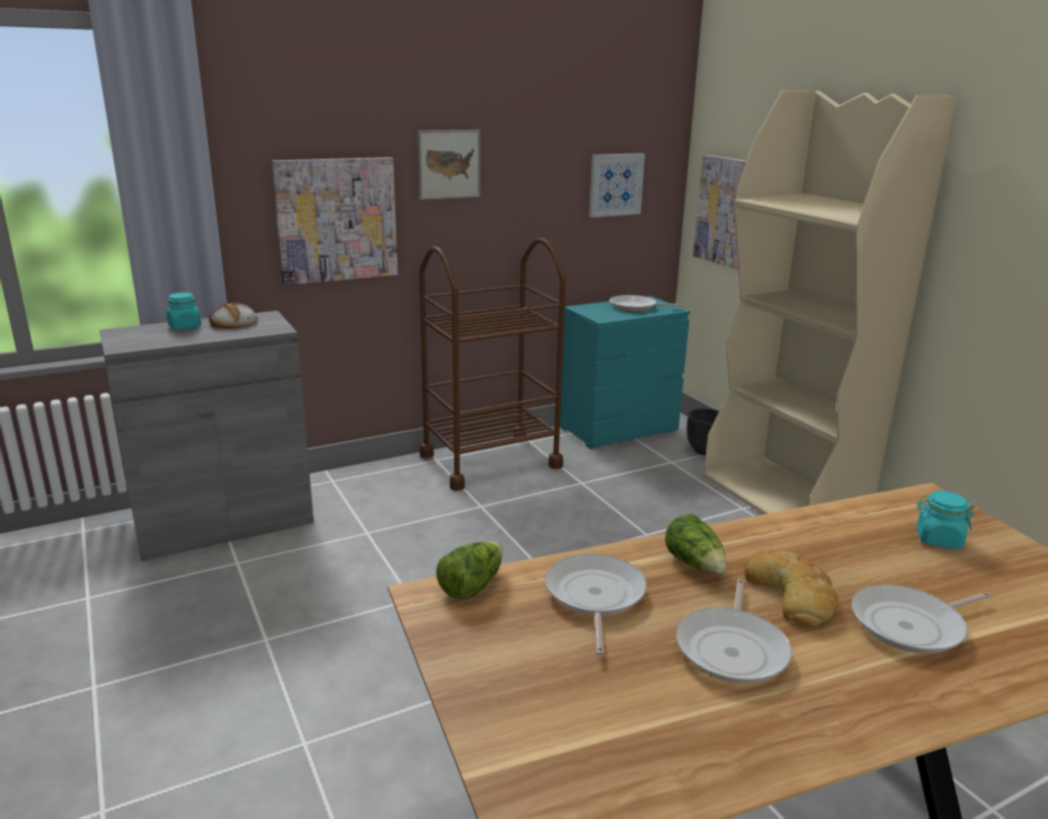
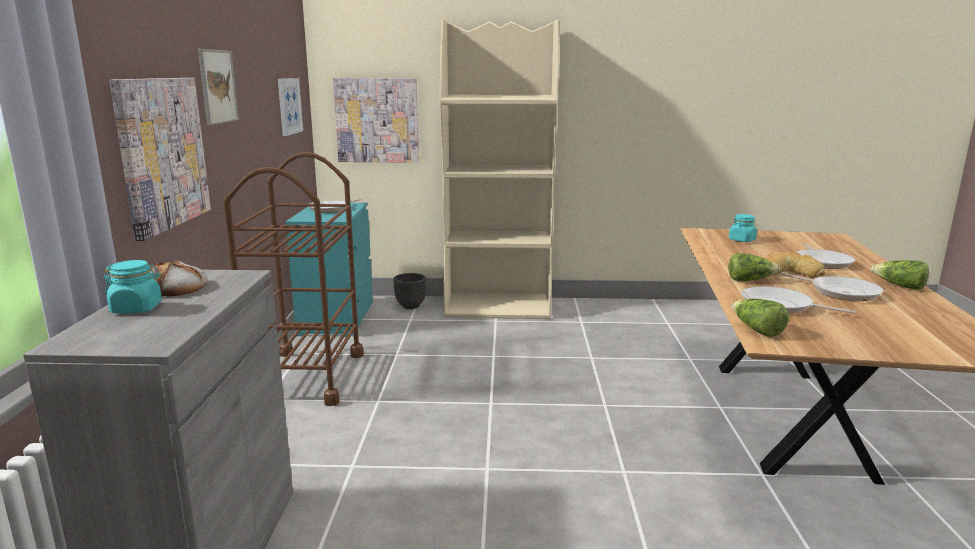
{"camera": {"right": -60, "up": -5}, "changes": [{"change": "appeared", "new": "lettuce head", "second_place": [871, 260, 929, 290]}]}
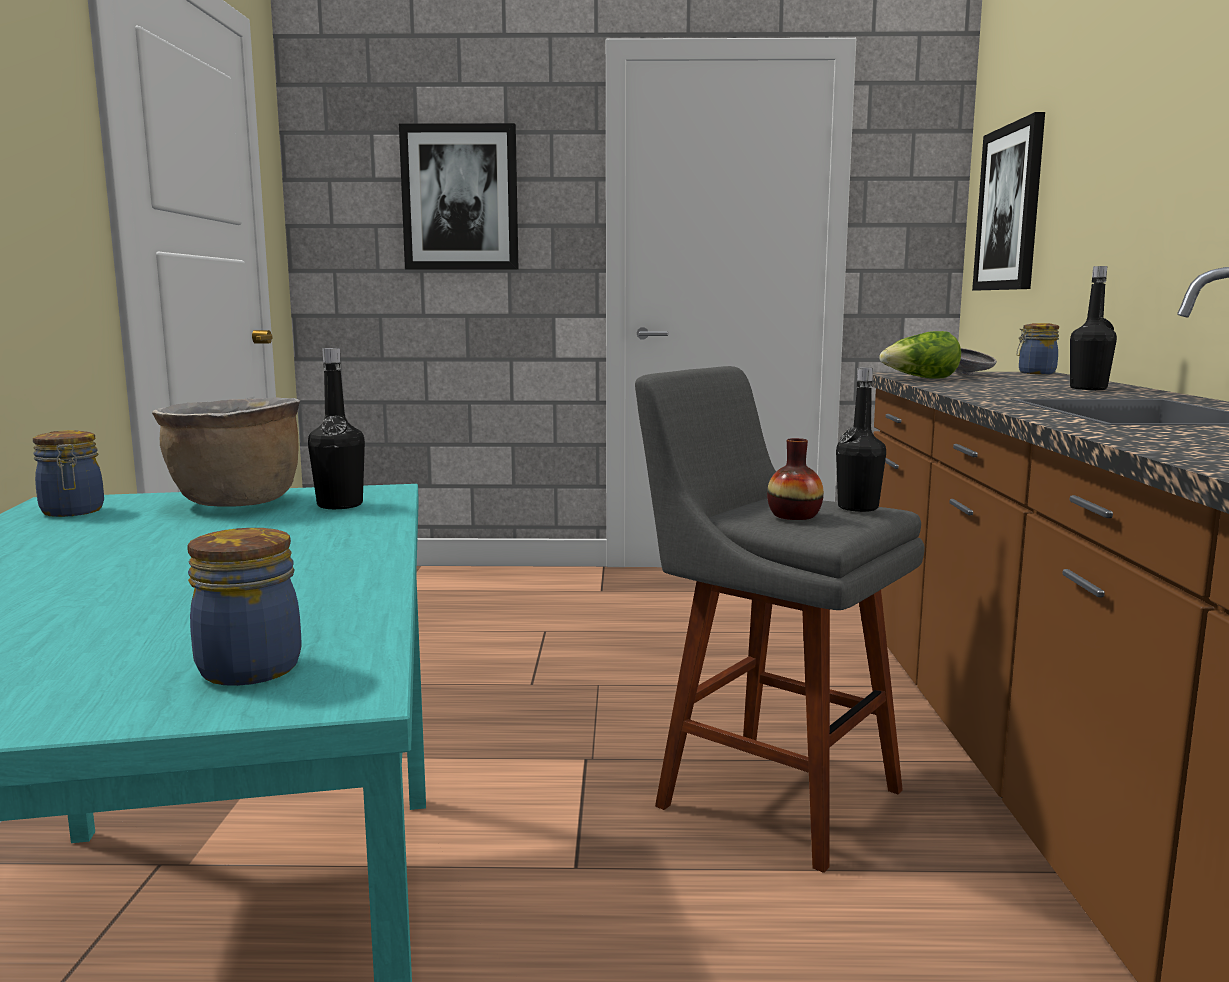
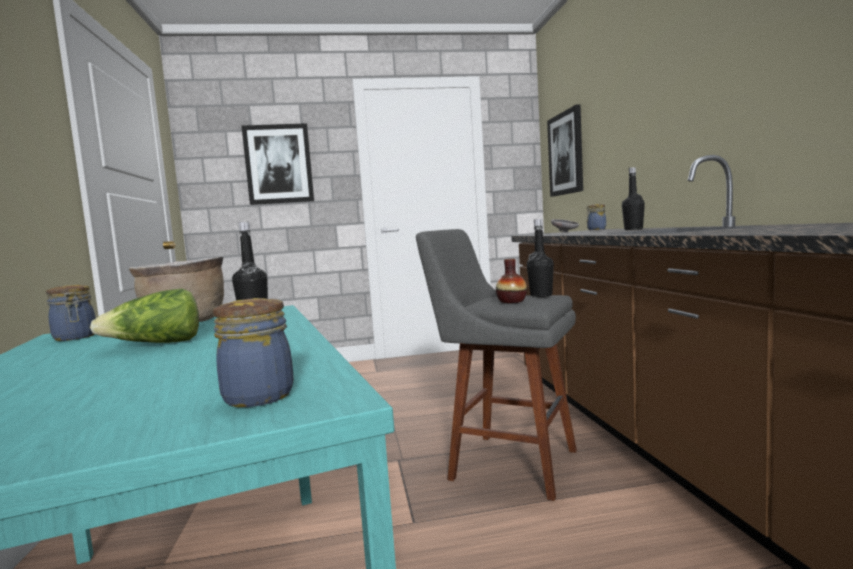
{"camera": {"right": -10, "up": -5}, "changes": [{"change": "relocated", "old": "lettuce head", "first_place": [879, 331, 961, 379], "second_place": [90, 288, 199, 343]}]}
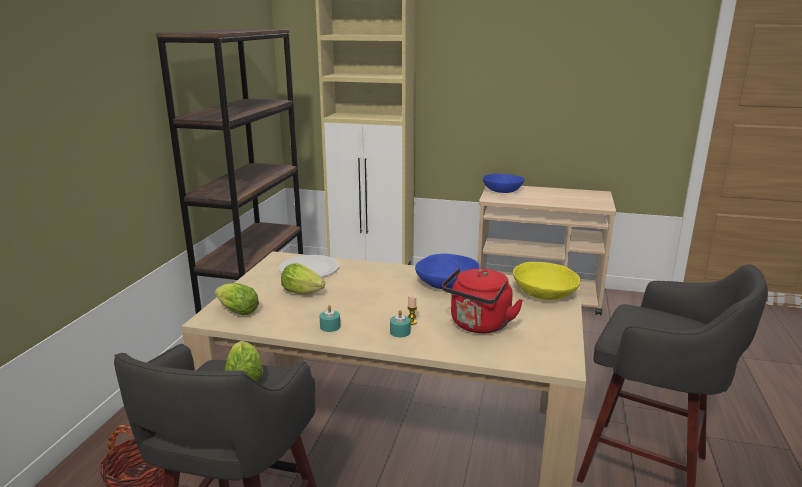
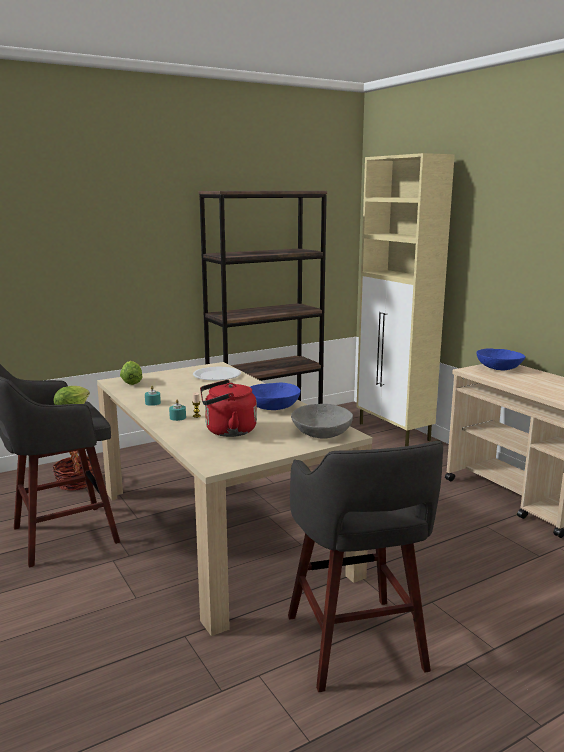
{"camera": {"right": 45, "up": -5}, "changes": [{"change": "missing", "old": "lettuce head", "first_place": [281, 263, 325, 294]}, {"change": "colour", "old": "bowl/yellow-coloured", "new": "bowl/grey", "first_place": [513, 262, 580, 300], "second_place": [291, 404, 353, 439]}]}
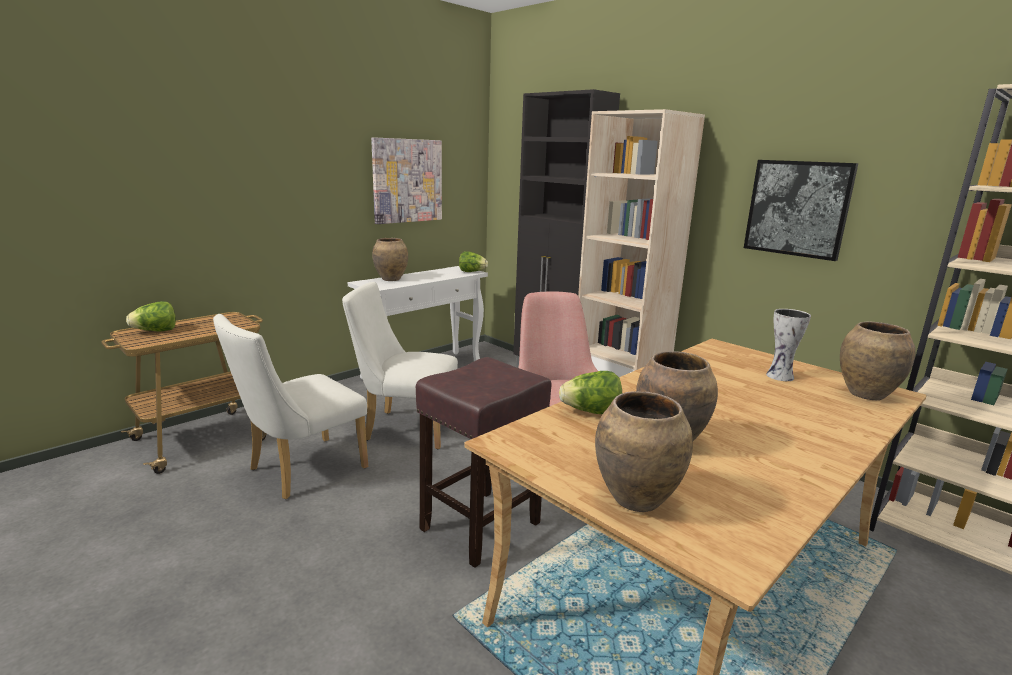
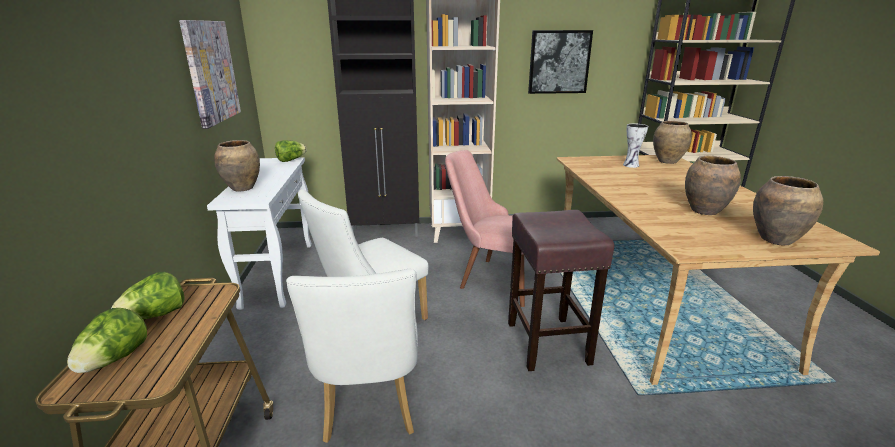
{"camera": {"right": -50, "up": 5}, "changes": [{"change": "relocated", "old": "lettuce head", "first_place": [559, 371, 622, 414], "second_place": [111, 272, 185, 320]}]}
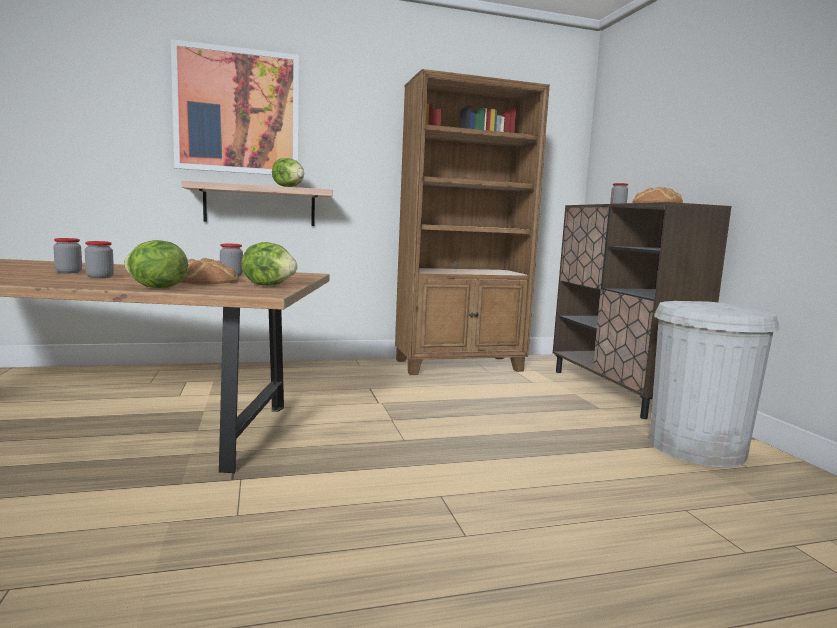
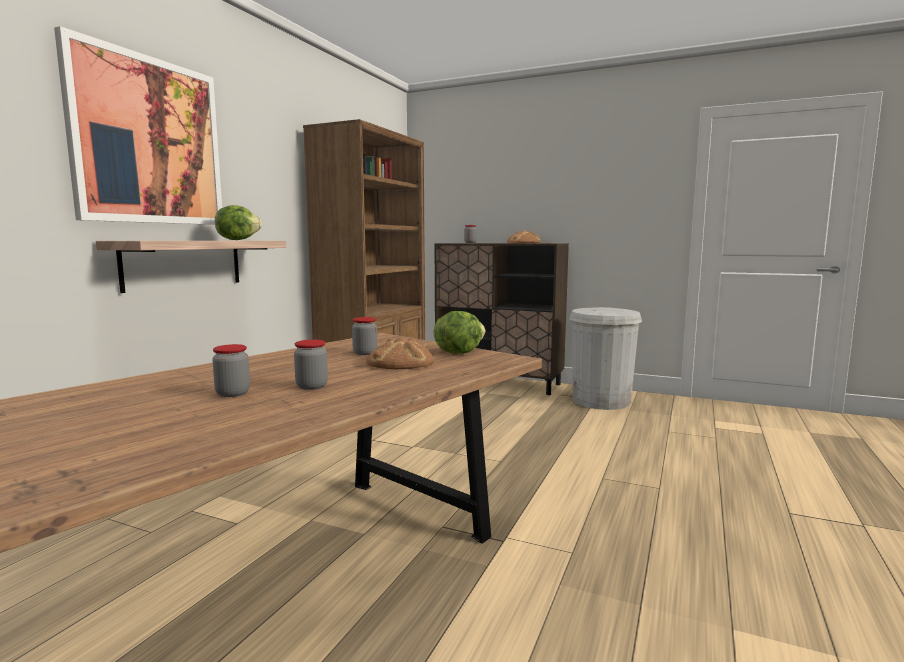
{"camera": {"right": -50, "up": 0}, "changes": [{"change": "missing", "old": "lettuce head", "first_place": [124, 240, 188, 288]}]}
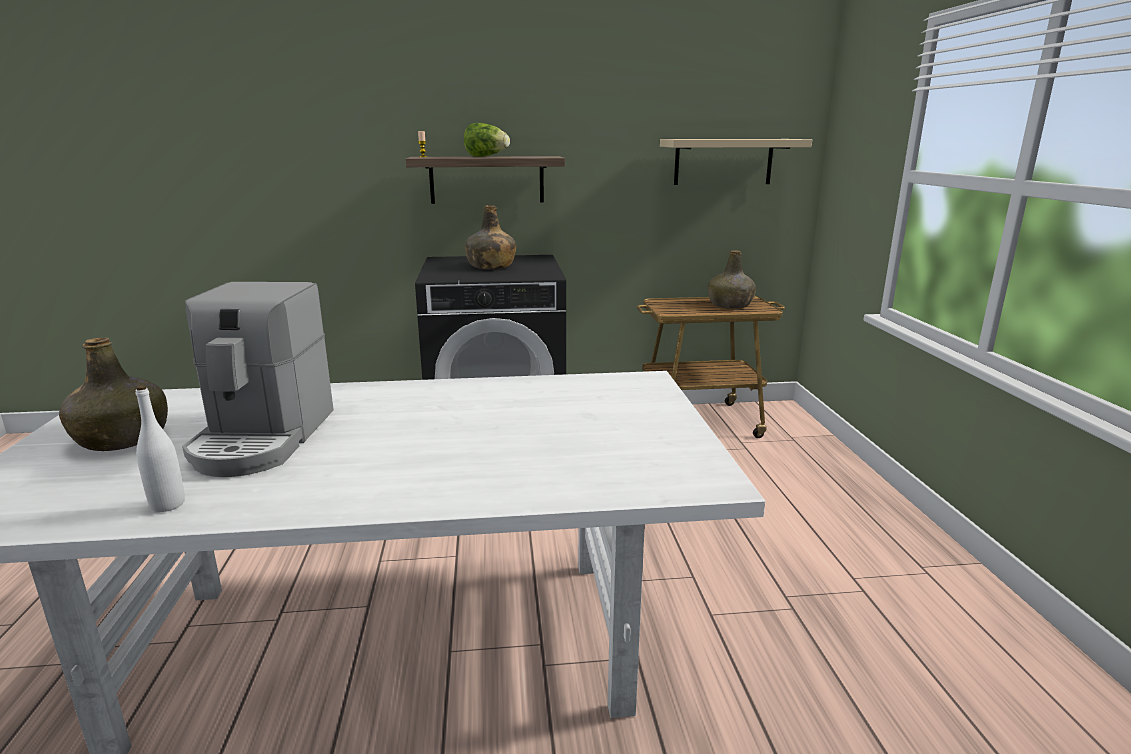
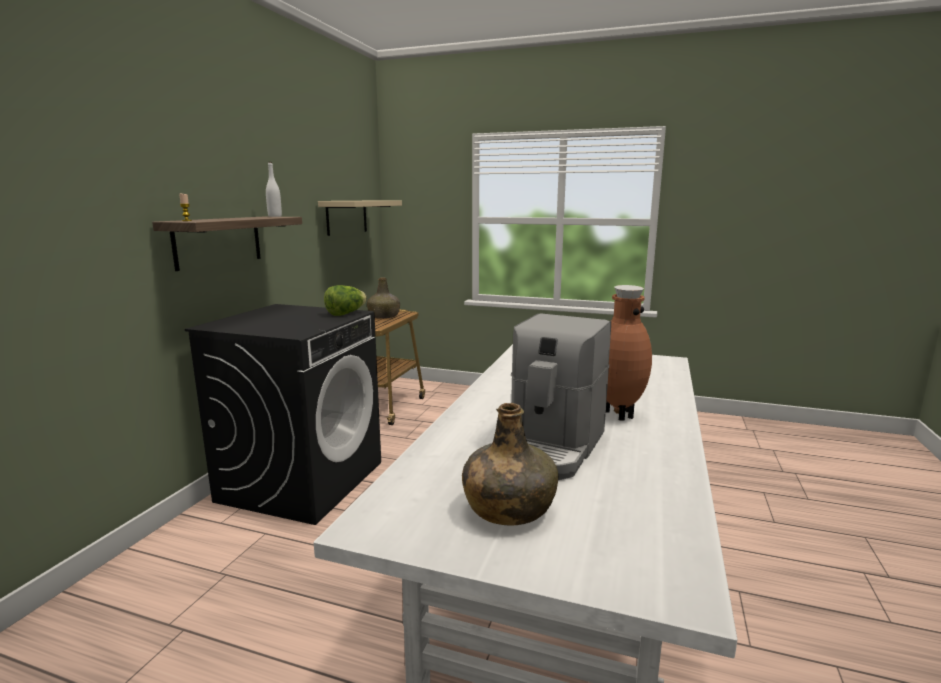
{"camera": {"right": -65, "up": -5}, "changes": [{"change": "missing", "old": "beverage bottle/green", "first_place": [465, 205, 516, 270]}, {"change": "appeared", "new": "vase/brownish", "second_place": [606, 285, 652, 421]}, {"change": "relocated", "old": "beverage bottle/whitish", "first_place": [135, 385, 185, 512], "second_place": [266, 162, 282, 217]}, {"change": "relocated", "old": "lettuce head", "first_place": [464, 123, 510, 157], "second_place": [324, 285, 367, 316]}, {"change": "spun", "old": "coffee brewer", "first_place": [182, 282, 334, 477], "second_place": [511, 313, 611, 480], "degrees": 90}]}
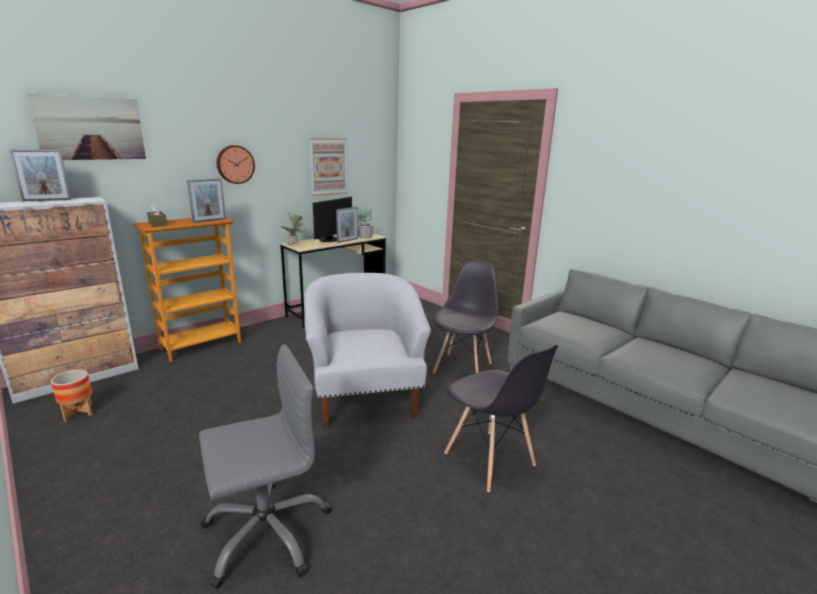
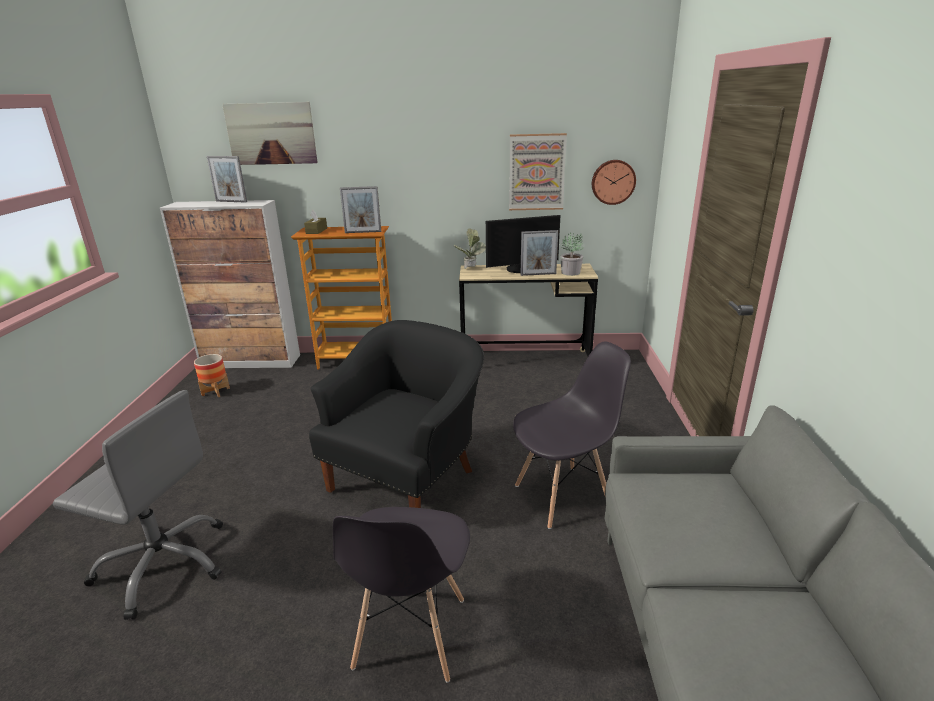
{"camera": {"right": 45, "up": 5}, "changes": [{"change": "relocated", "old": "hanging clock", "first_place": [217, 145, 255, 184], "second_place": [592, 160, 636, 205]}, {"change": "colour", "old": "easy chair/whitish", "new": "easy chair/blackish", "first_place": [304, 273, 431, 427], "second_place": [309, 320, 484, 508]}]}
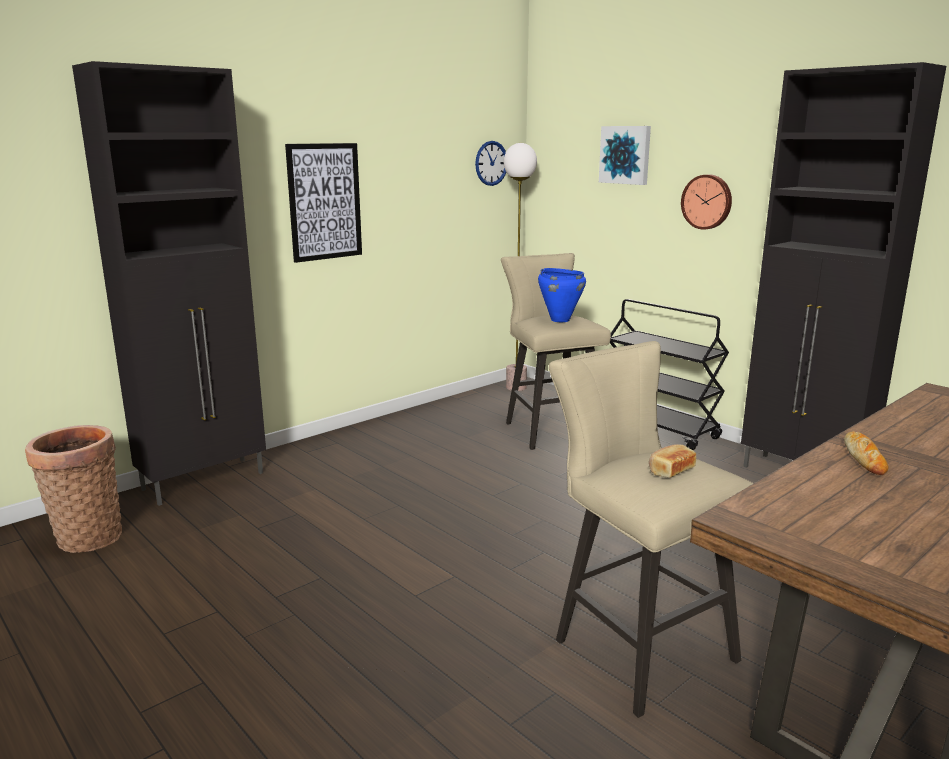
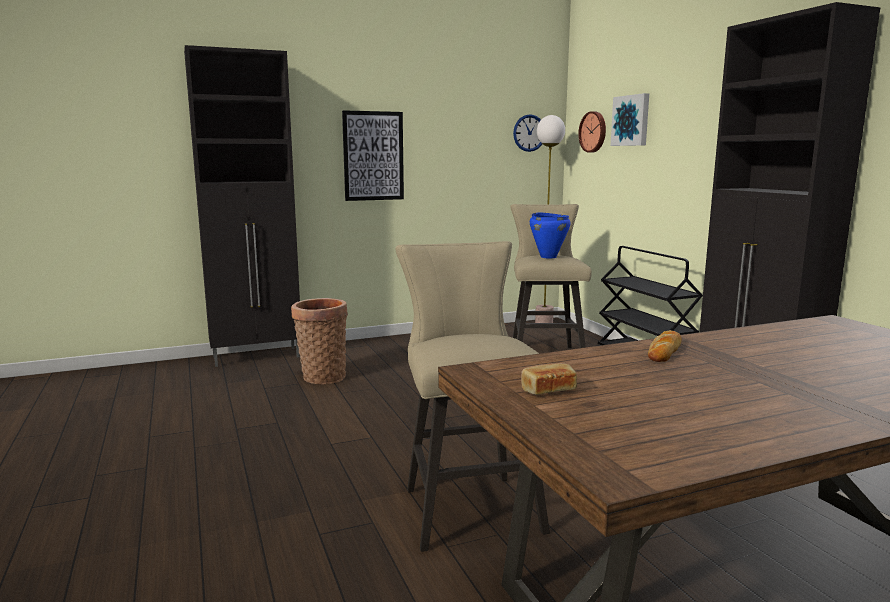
{"camera": {"right": 20, "up": -5}, "changes": [{"change": "relocated", "old": "basket", "first_place": [25, 425, 122, 553], "second_place": [291, 298, 348, 384]}, {"change": "relocated", "old": "bread", "first_place": [649, 444, 696, 478], "second_place": [521, 363, 577, 395]}, {"change": "relocated", "old": "hanging clock", "first_place": [681, 174, 732, 230], "second_place": [578, 111, 606, 153]}]}
